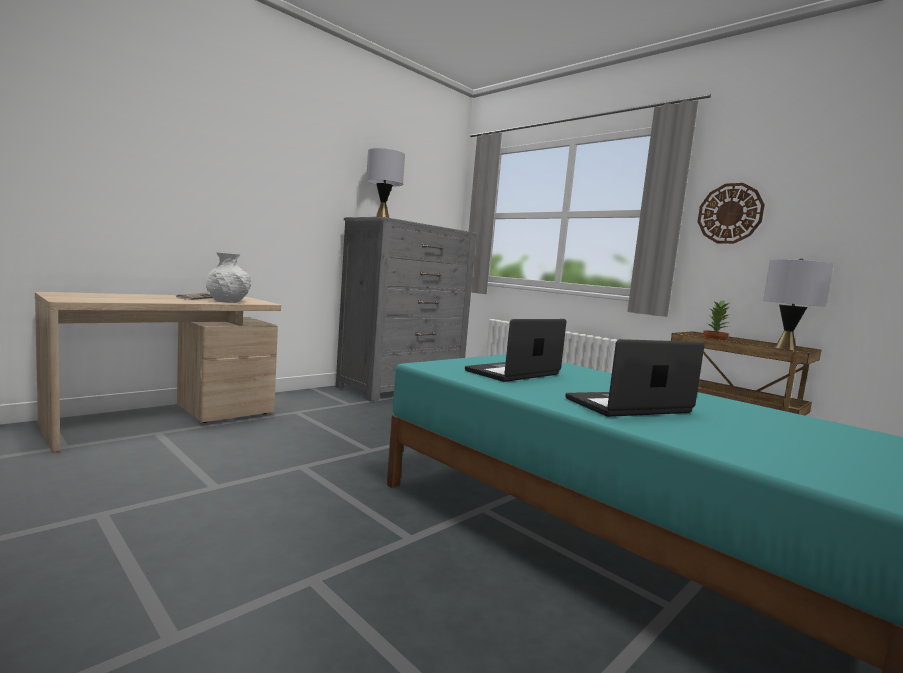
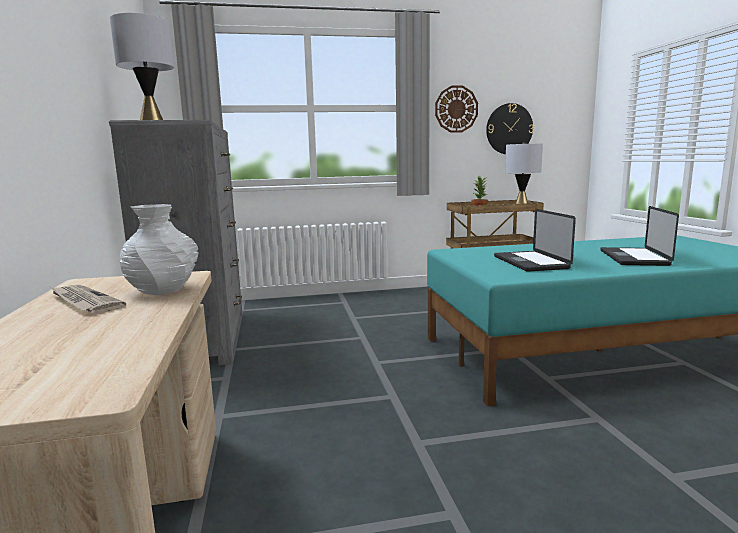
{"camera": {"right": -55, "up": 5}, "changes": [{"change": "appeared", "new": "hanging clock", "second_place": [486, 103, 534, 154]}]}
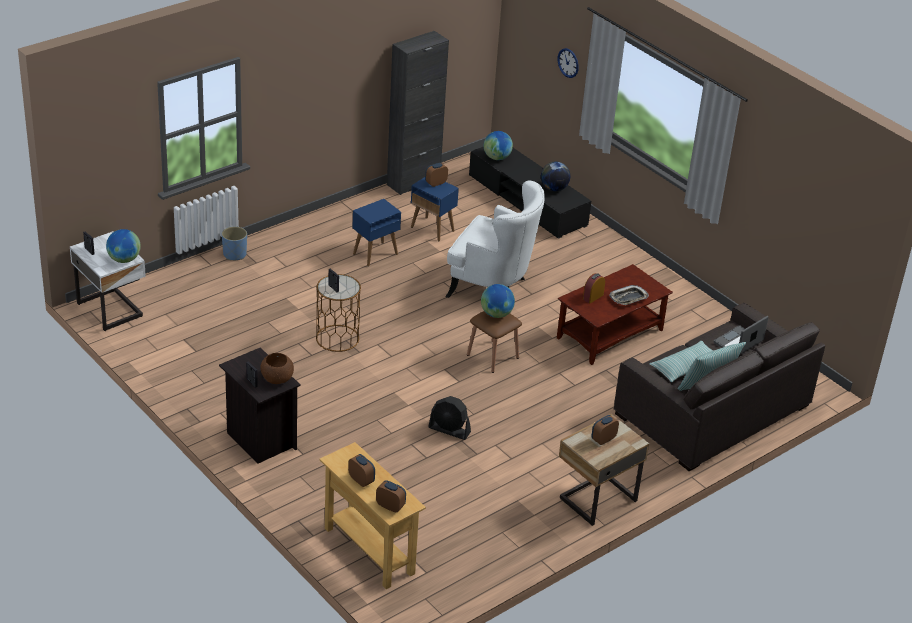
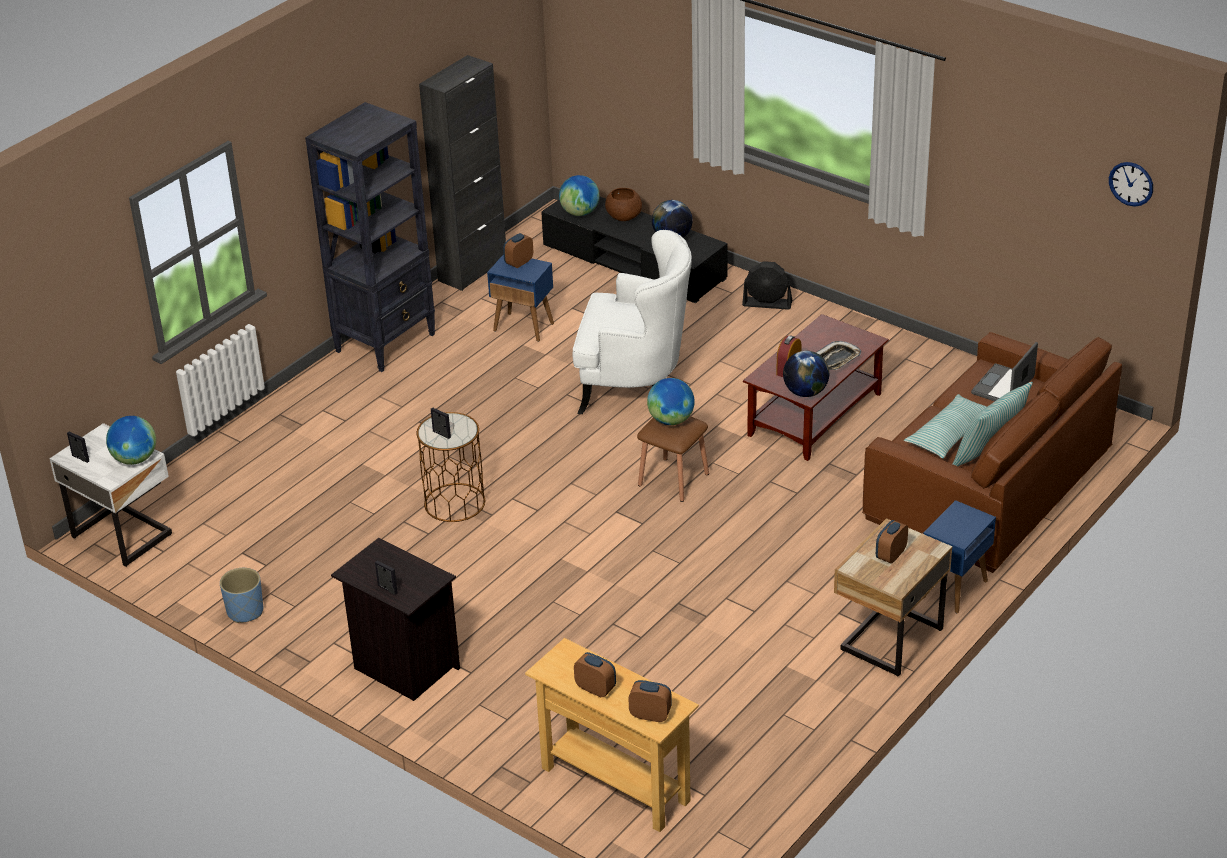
{"camera": {"right": -10, "up": 0}, "changes": [{"change": "appeared", "new": "bookcase/blackish", "second_place": [305, 102, 435, 372]}, {"change": "appeared", "new": "world globe", "second_place": [783, 351, 829, 397]}, {"change": "relocated", "old": "planter/blue", "first_place": [222, 226, 247, 260], "second_place": [220, 568, 263, 623]}, {"change": "relocated", "old": "bowl/brownish", "first_place": [260, 353, 294, 384], "second_place": [605, 188, 642, 221]}, {"change": "relocated", "old": "side table/blue", "first_place": [352, 199, 401, 267], "second_place": [923, 500, 996, 613]}, {"change": "relocated", "old": "electric fan/blackish", "first_place": [428, 396, 471, 440], "second_place": [742, 261, 792, 310]}, {"change": "relocated", "old": "hanging clock", "first_place": [558, 48, 579, 78], "second_place": [1109, 162, 1153, 207]}, {"change": "colour", "old": "sofa/grey", "new": "sofa/brownish", "first_place": [613, 303, 825, 471], "second_place": [862, 332, 1122, 573]}]}
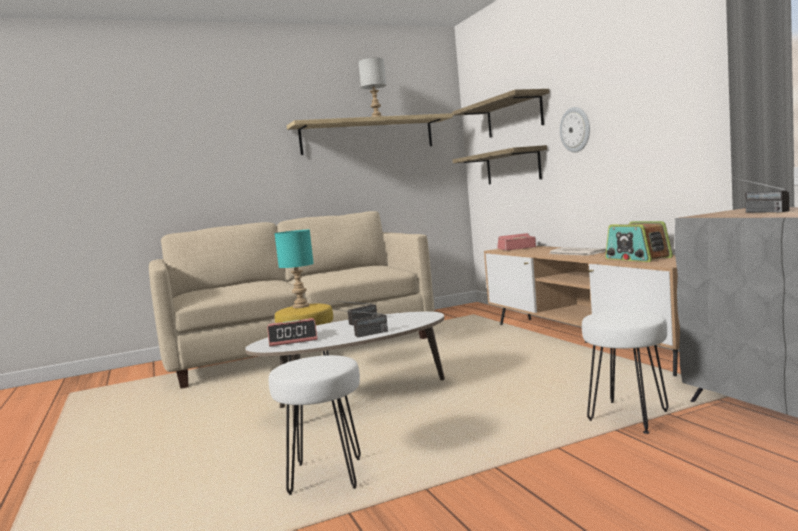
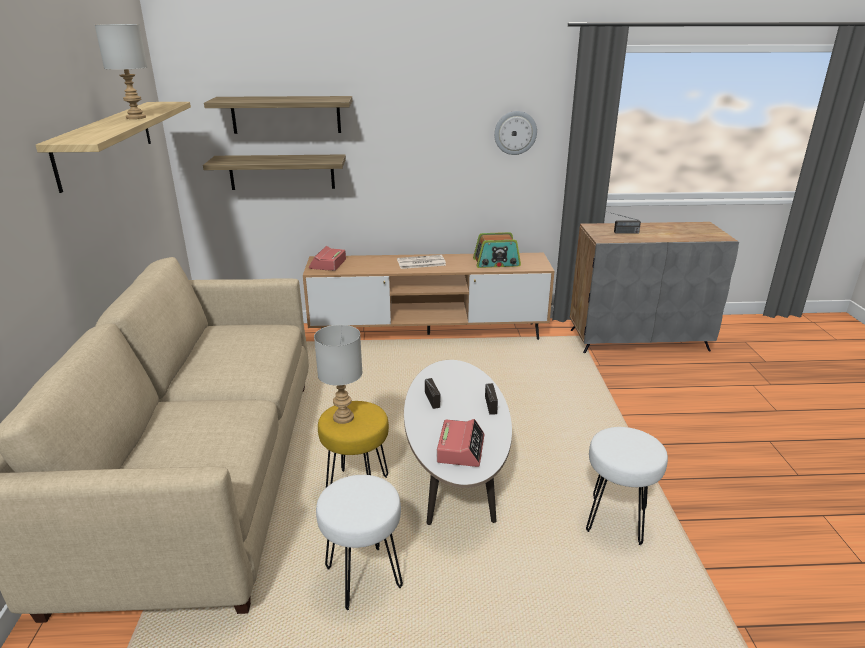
{"camera": {"right": -70, "up": 20}, "changes": [{"change": "relocated", "old": "hanging clock", "first_place": [560, 107, 590, 153], "second_place": [494, 111, 537, 155]}, {"change": "relocated", "old": "stool seat/whitish", "first_place": [582, 310, 669, 434], "second_place": [316, 475, 403, 610]}, {"change": "colour", "old": "table lamp/blue-green", "new": "table lamp/grey", "first_place": [274, 230, 314, 308], "second_place": [314, 325, 363, 424]}]}
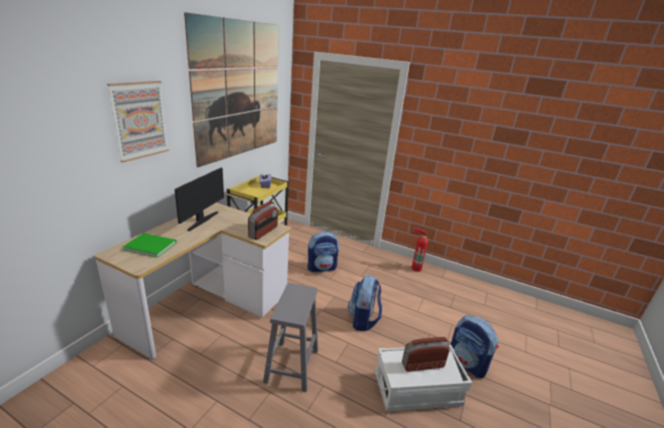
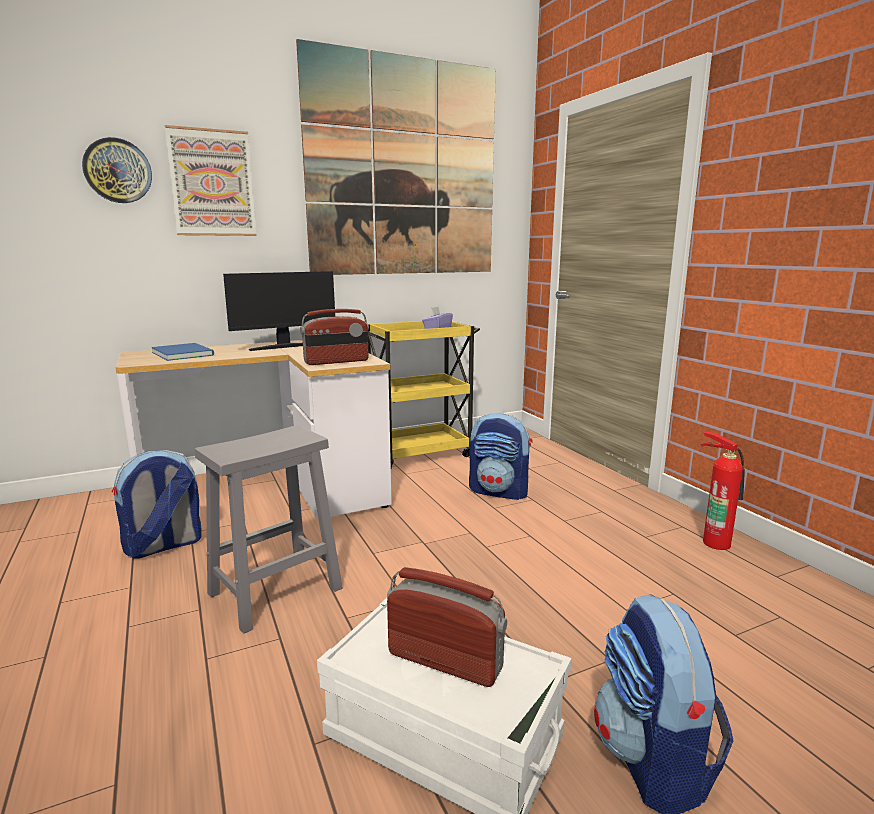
{"camera": {"right": 40, "up": -10}, "changes": [{"change": "appeared", "new": "hanging clock", "second_place": [82, 137, 152, 203]}, {"change": "relocated", "old": "backpack", "first_place": [348, 275, 382, 331], "second_place": [112, 450, 202, 559]}, {"change": "colour", "old": "volume/green", "new": "volume/blue", "first_place": [123, 233, 177, 258], "second_place": [151, 343, 214, 361]}]}
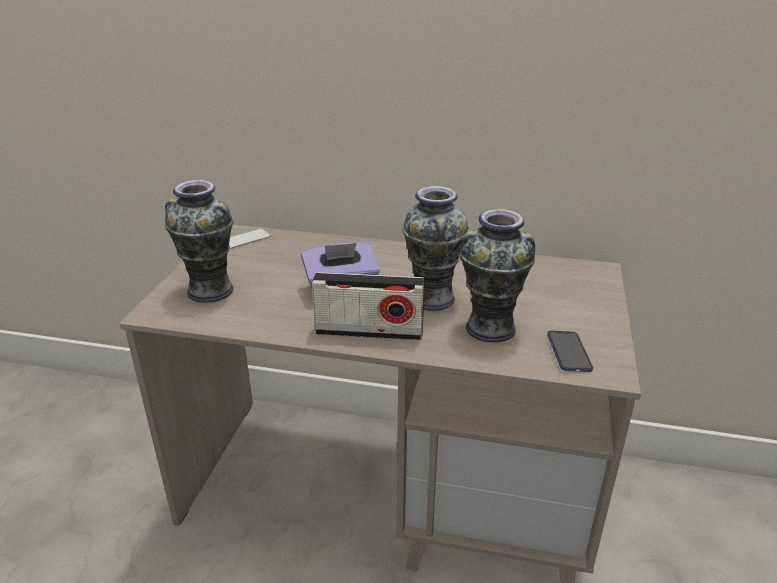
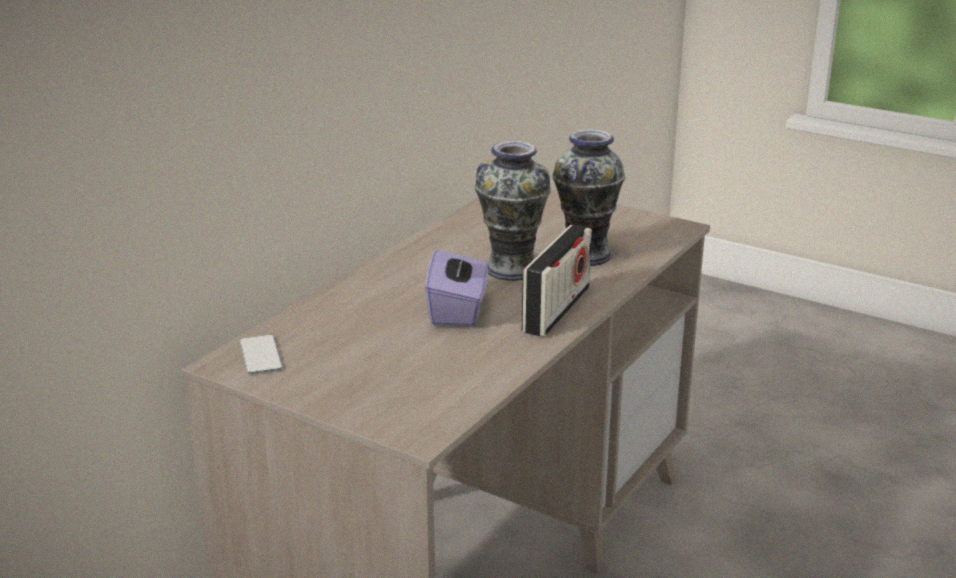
{"camera": {"right": -70, "up": -5}, "changes": [{"change": "missing", "old": "vase", "first_place": [165, 180, 233, 303]}, {"change": "missing", "old": "handset", "first_place": [547, 331, 593, 372]}]}
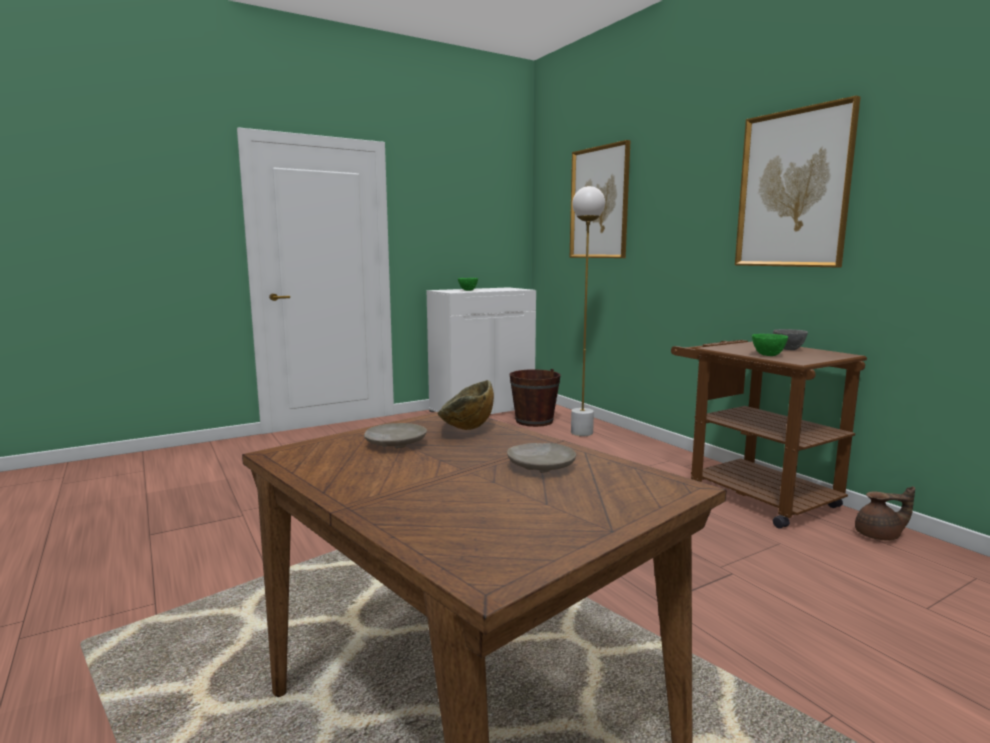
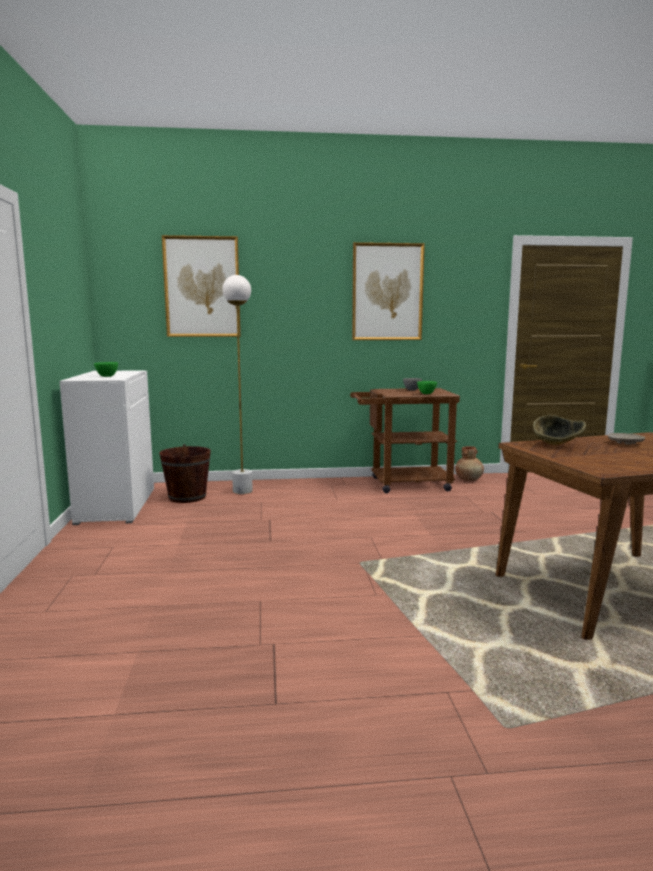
{"camera": {"right": -65, "up": 0}, "changes": [{"change": "missing", "old": "flat dish/sand-coloured", "first_place": [364, 423, 427, 448]}, {"change": "exchanged", "old": "pot for tea/brownish", "new": "vase/brownish", "first_place": [855, 486, 915, 540], "second_place": [455, 446, 484, 481]}]}
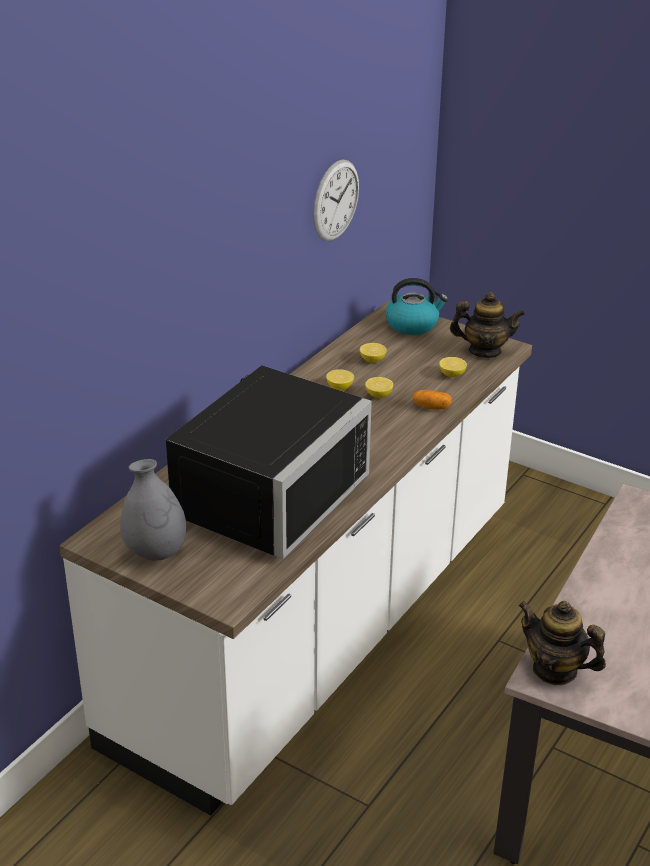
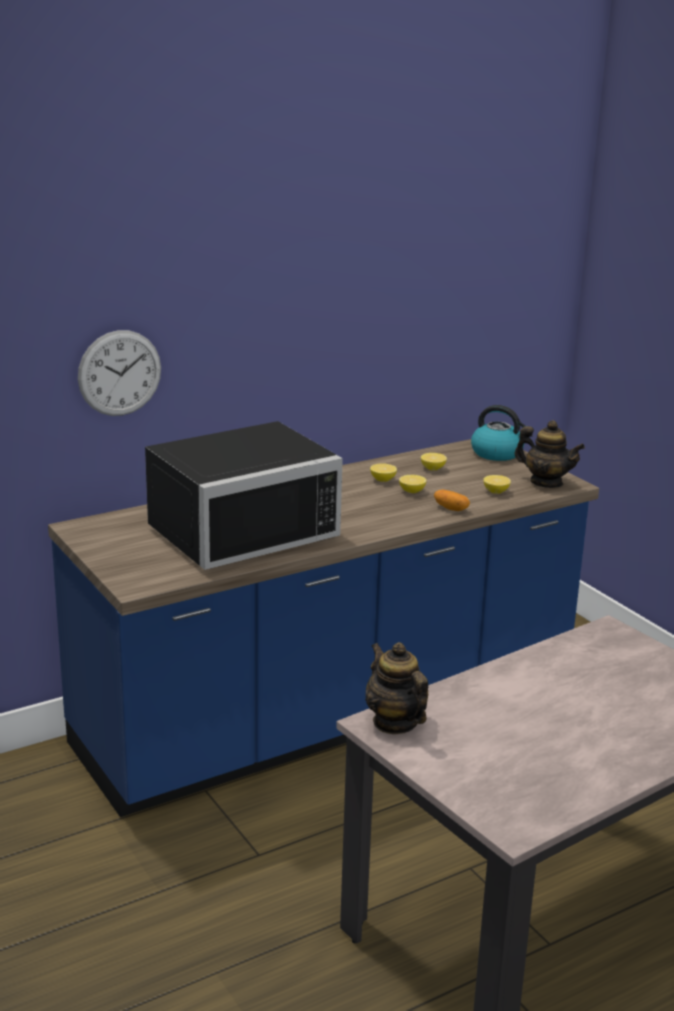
{"camera": {"right": 25, "up": -10}, "changes": [{"change": "missing", "old": "vase/grey", "first_place": [120, 459, 186, 561]}, {"change": "relocated", "old": "hanging clock", "first_place": [313, 159, 359, 241], "second_place": [78, 330, 161, 416]}, {"change": "colour", "old": "kitchen base unit/whitish", "new": "kitchen base unit/blue", "first_place": [60, 301, 532, 815], "second_place": [48, 439, 599, 817]}]}
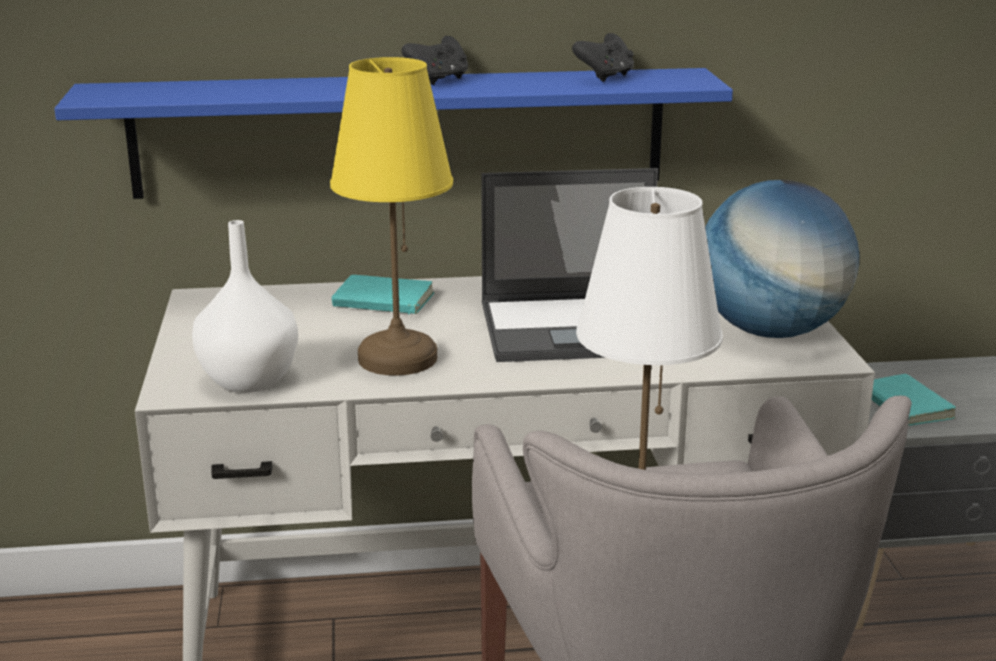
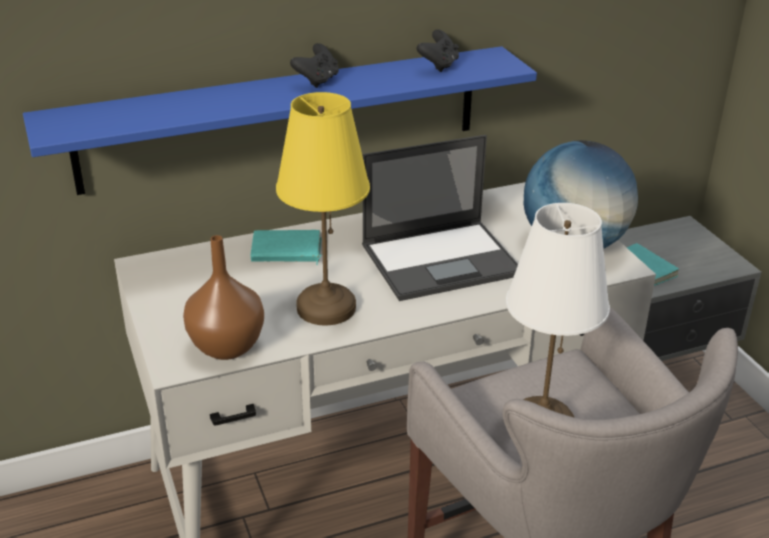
{"camera": {"right": -15, "up": 10}, "changes": [{"change": "colour", "old": "vase/whitish", "new": "vase/brownish", "first_place": [192, 220, 298, 393], "second_place": [183, 235, 264, 360]}]}
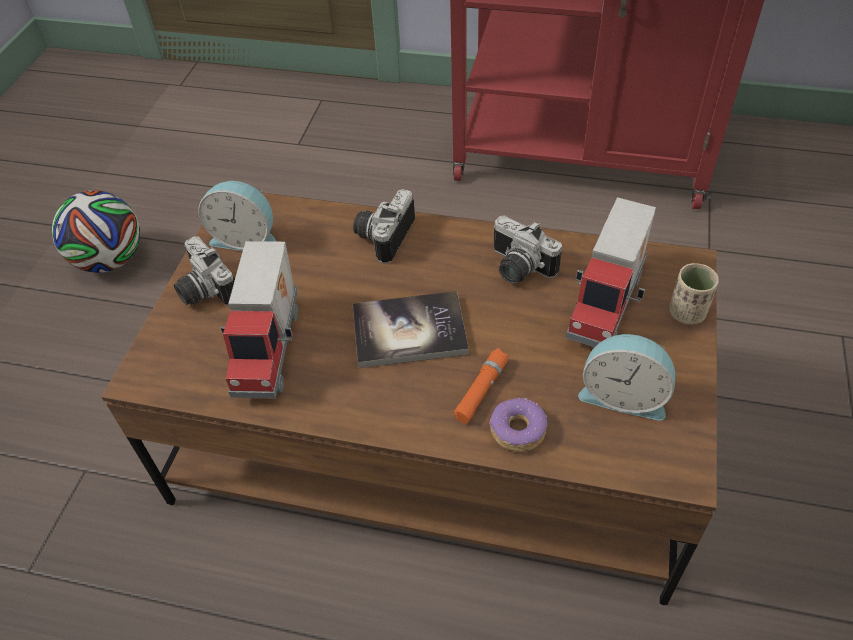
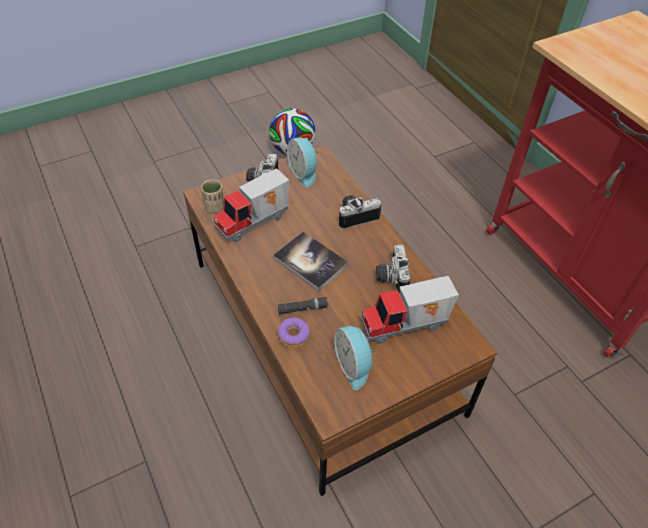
{"camera": {"right": 45, "up": 0}, "changes": [{"change": "relocated", "old": "cup/sand-coloured", "first_place": [669, 263, 719, 325], "second_place": [201, 180, 224, 213]}, {"change": "colour", "old": "torch/orangey", "new": "torch/blackish", "first_place": [453, 349, 508, 424], "second_place": [278, 297, 328, 314]}]}
